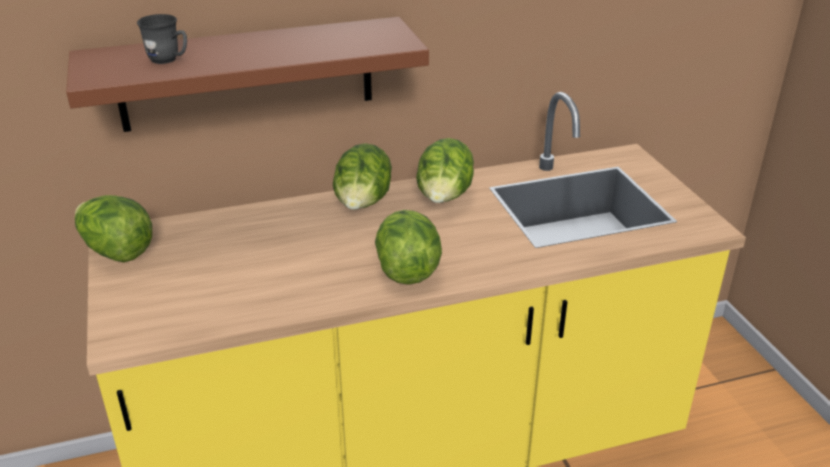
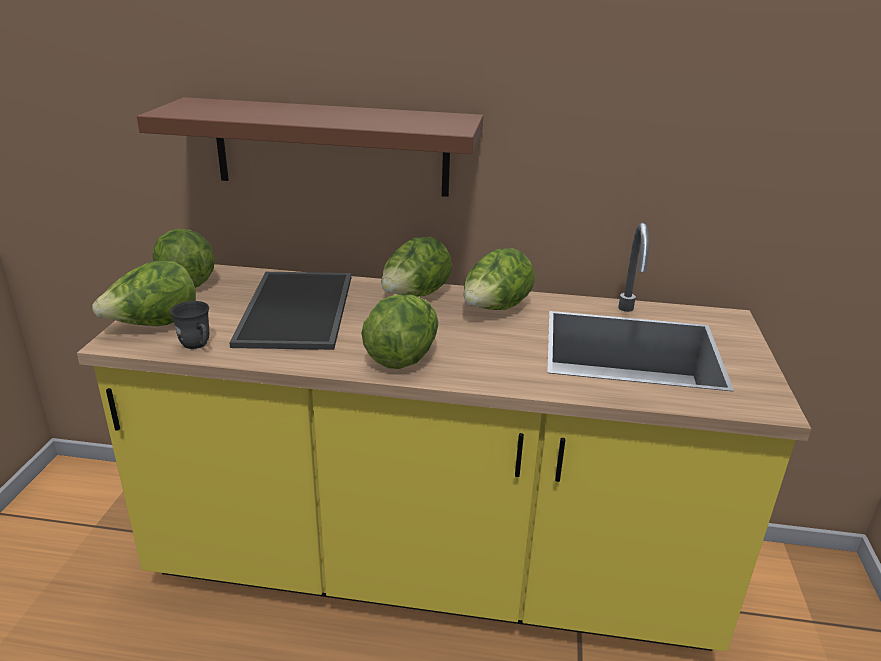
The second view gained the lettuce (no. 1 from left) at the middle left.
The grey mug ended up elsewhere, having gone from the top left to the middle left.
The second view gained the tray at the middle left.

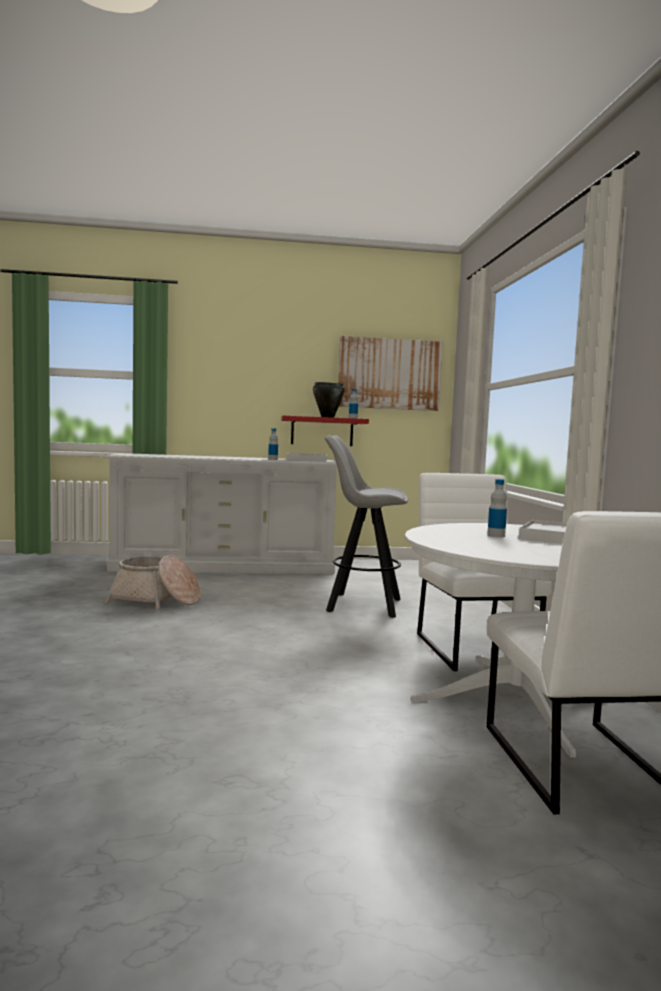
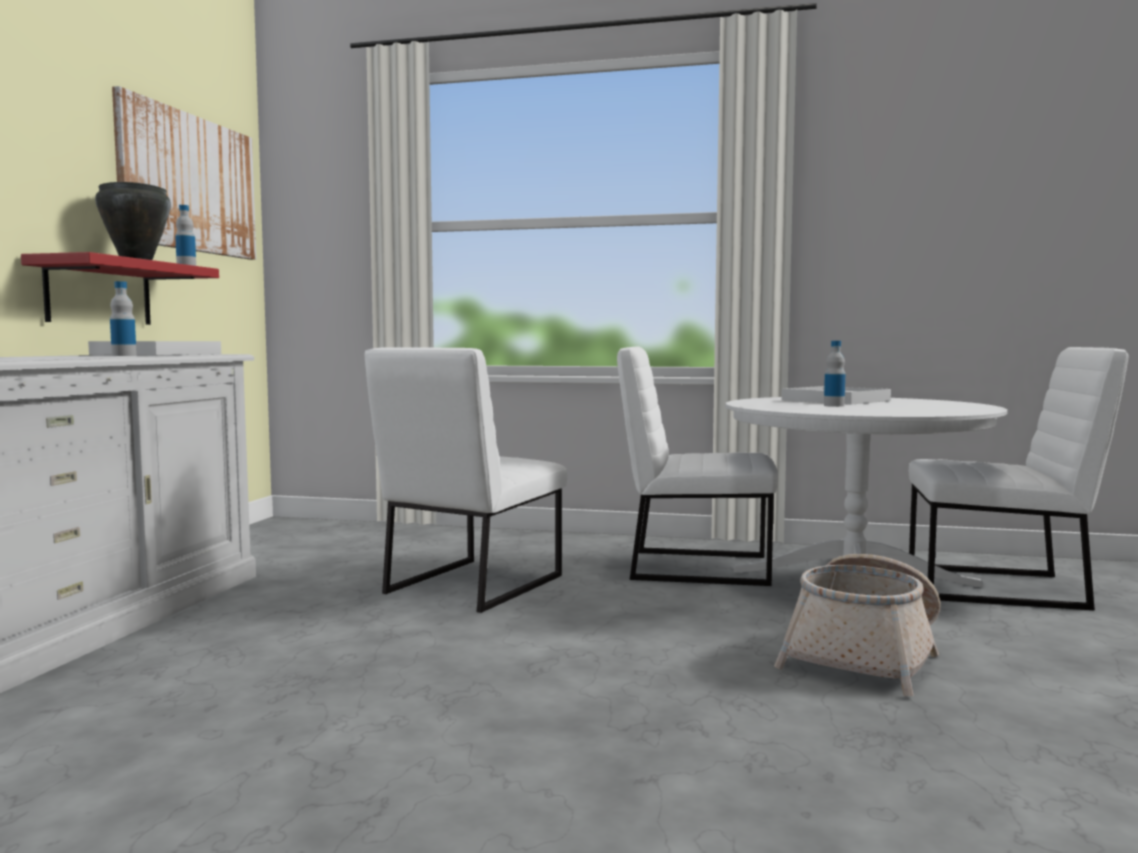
Where the grey stool stood at the centre, the white chair (no. 1 from left) came to stand at the centre.
The basket ended up elsewhere, having gone from the middle left to the bottom right.

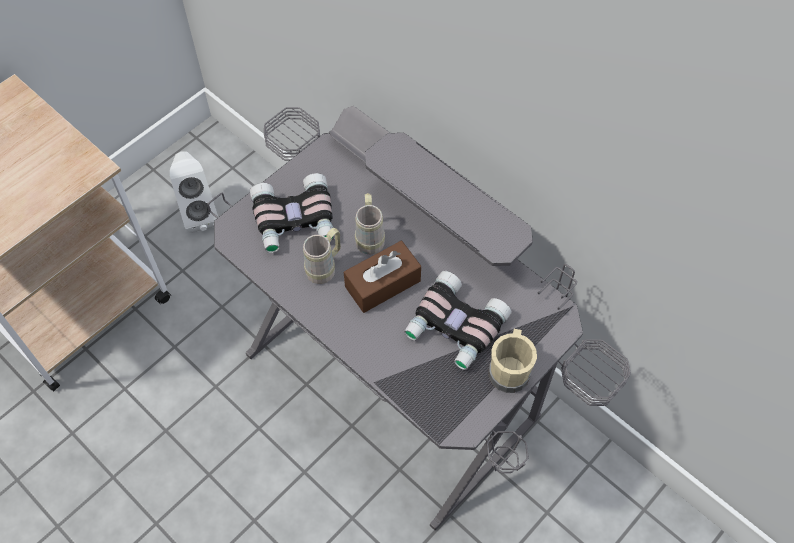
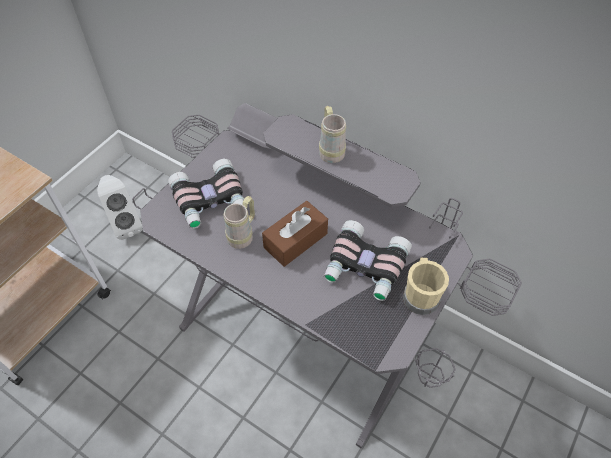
The beige mug (no. 2 from left) ended up elsewhere, having gone from the centre to the top centre.

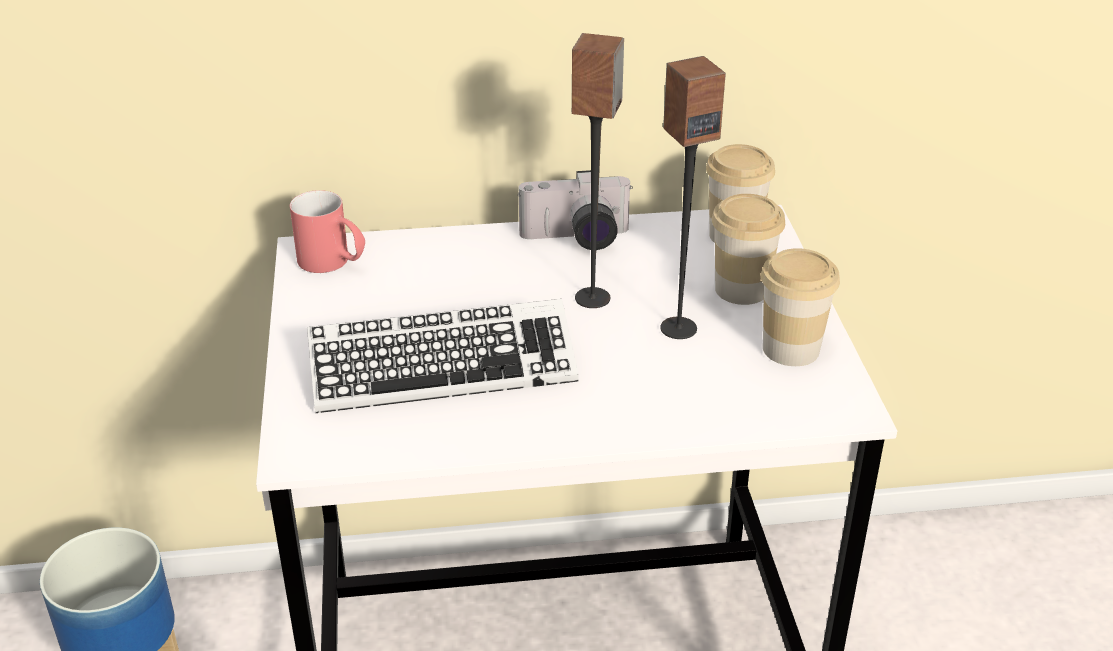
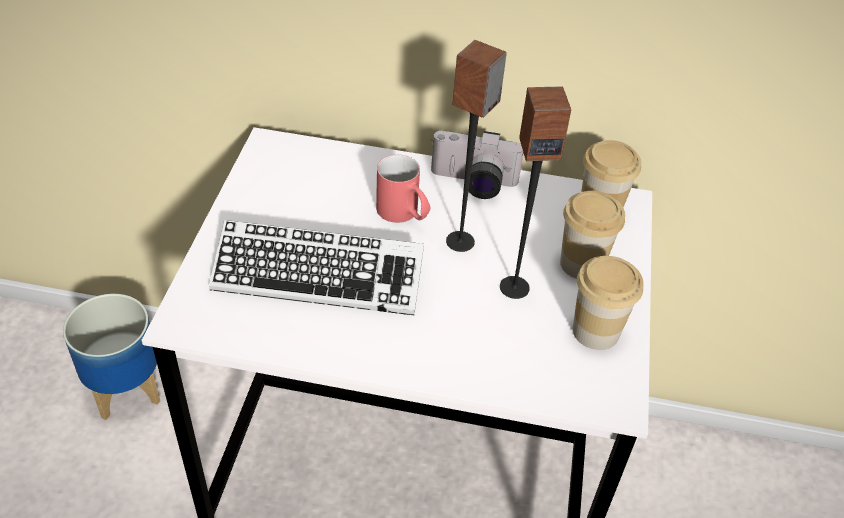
The red mug ended up elsewhere, having gone from the middle left to the centre.

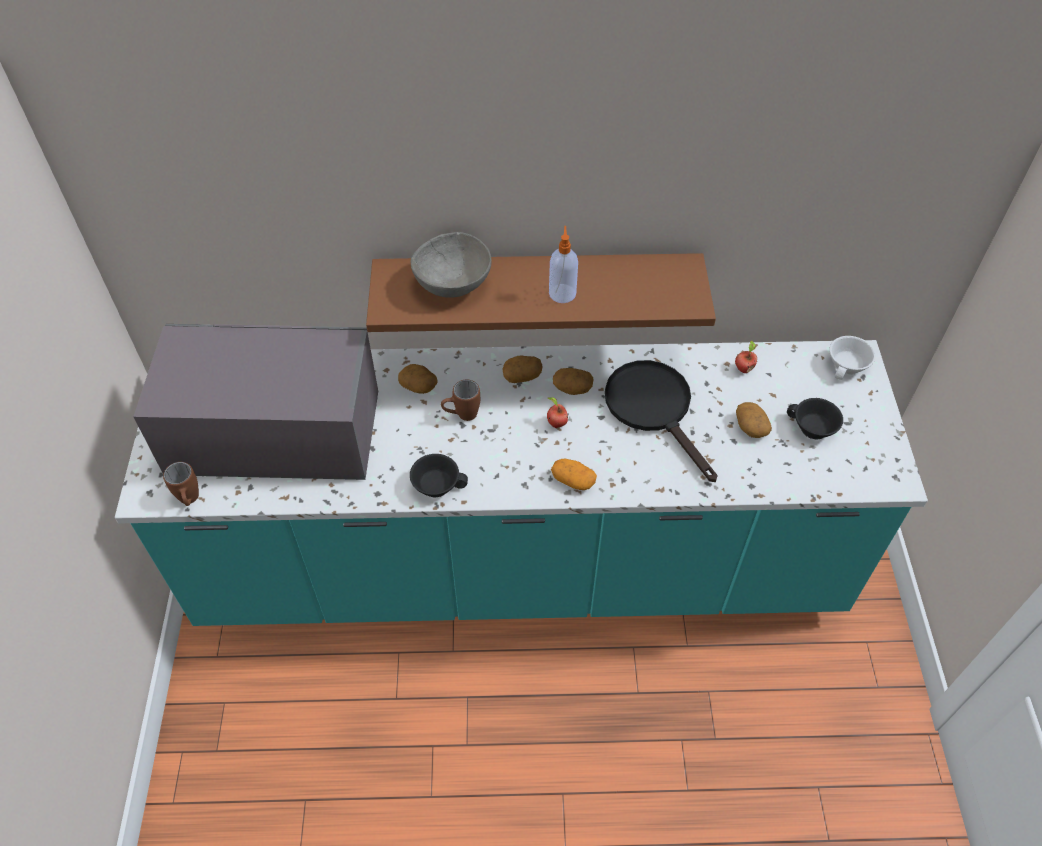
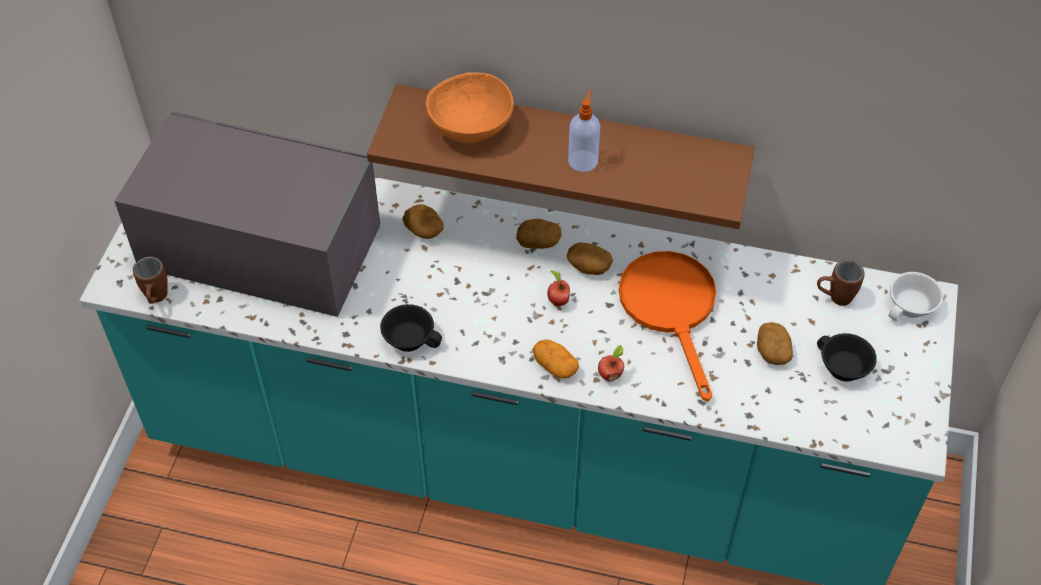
What was the grey bowl at the top centre turned into the orange bowl at the top centre.
The apple (no. 2 from left) ended up elsewhere, having gone from the middle right to the centre.
What was the black frying pan at the centre turned into the orange frying pan at the centre.
The brown mug (no. 2 from left) ended up elsewhere, having gone from the centre to the middle right.

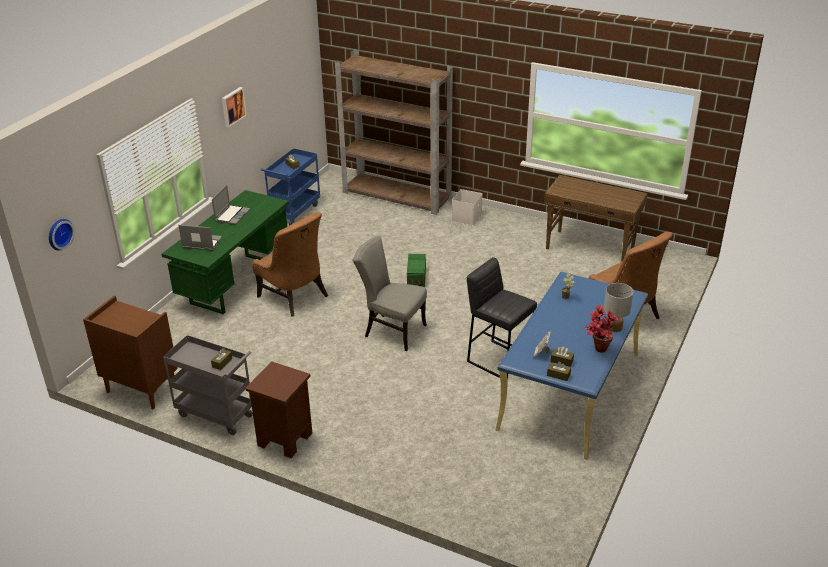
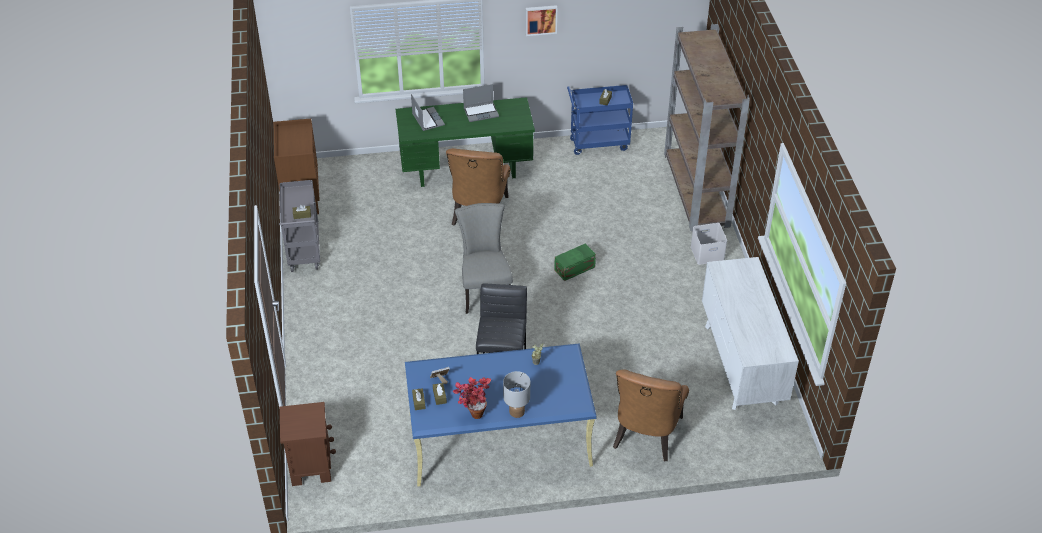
The brown nightstand ended up elsewhere, having gone from the bottom centre to the bottom left.
Where the brown console table stood at the middle right, the white dresser came to stand at the middle right.
The second view lost the wall clock at the middle left.

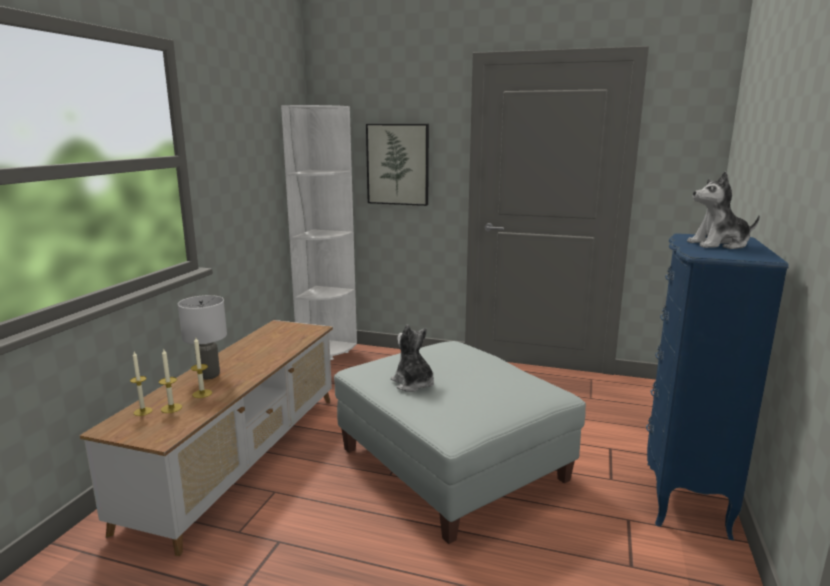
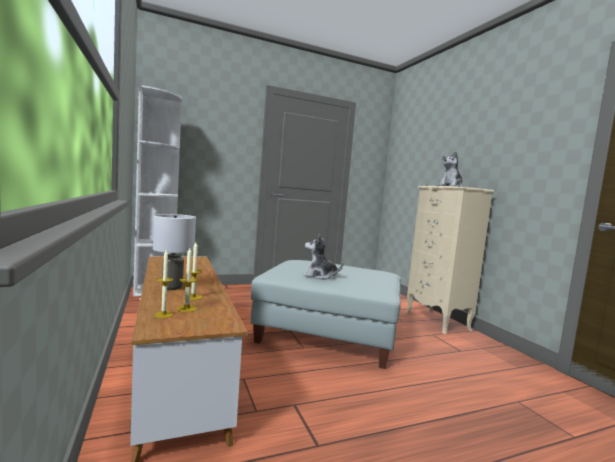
What was the blue dresser at the middle right turned into the beige dresser at the middle right.
The second view lost the picture at the top centre.

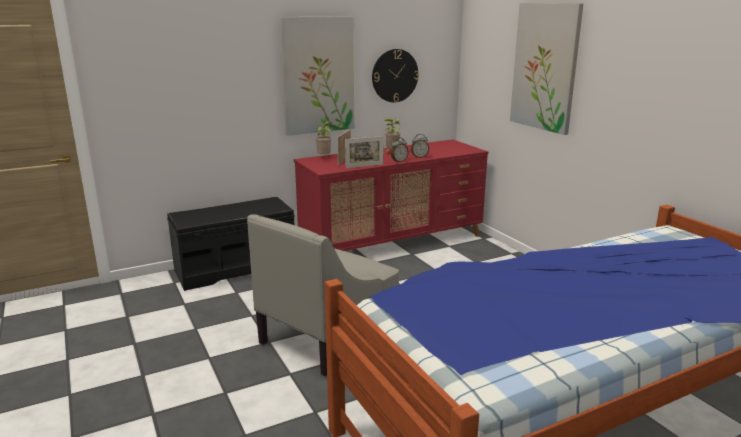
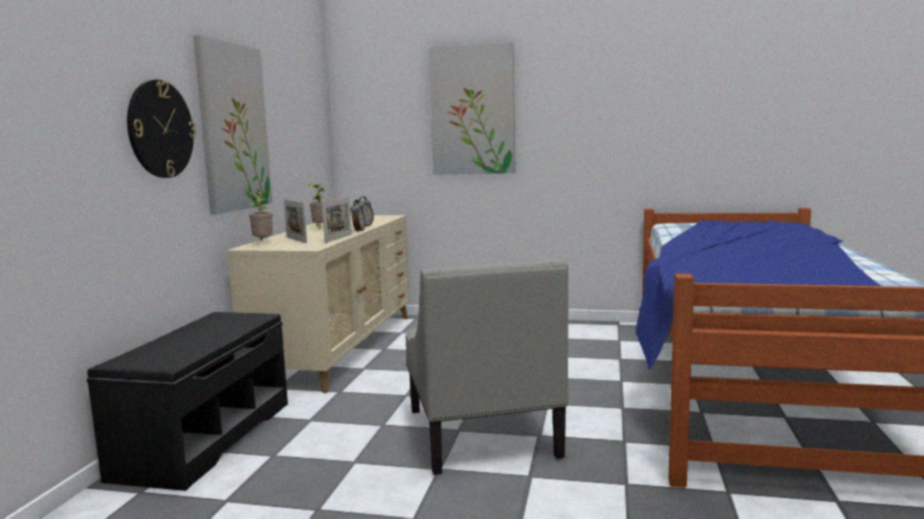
The wall clock ended up elsewhere, having gone from the top centre to the top left.
What was the red dresser at the centre turned into the beige dresser at the centre.

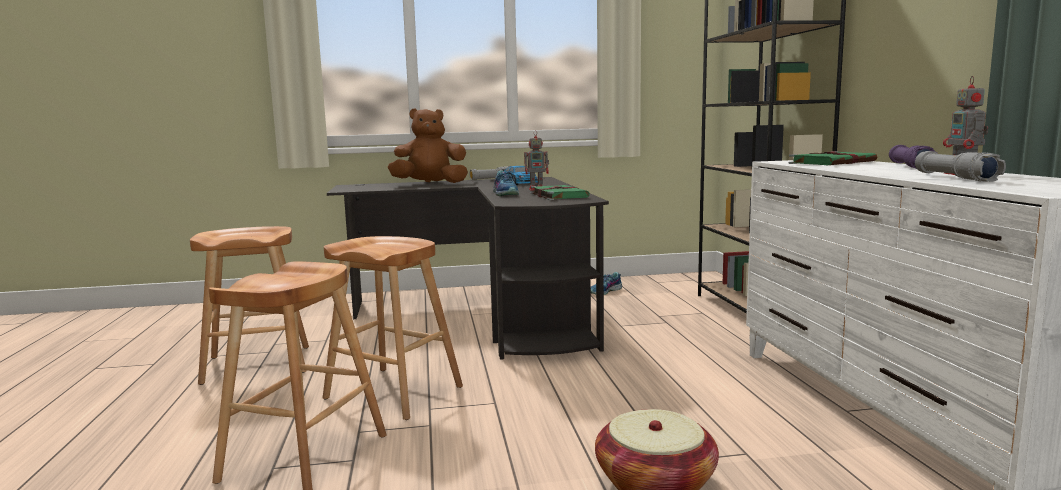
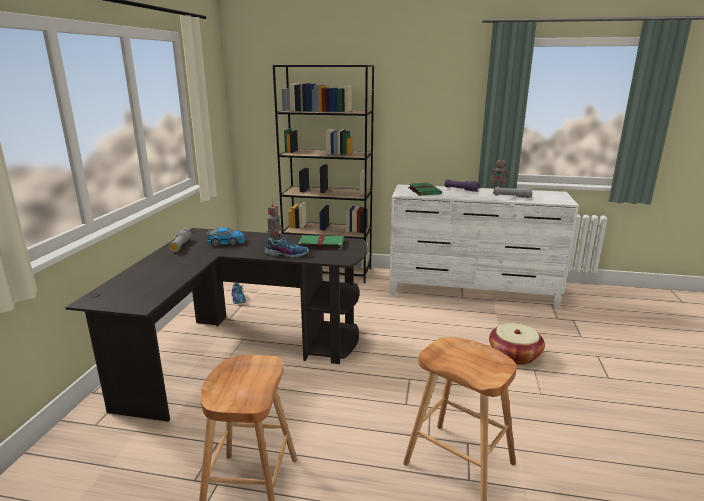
The second view lost the brown stool (no. 3 from left) at the bottom centre.
The second view lost the brown plush toy at the top centre.

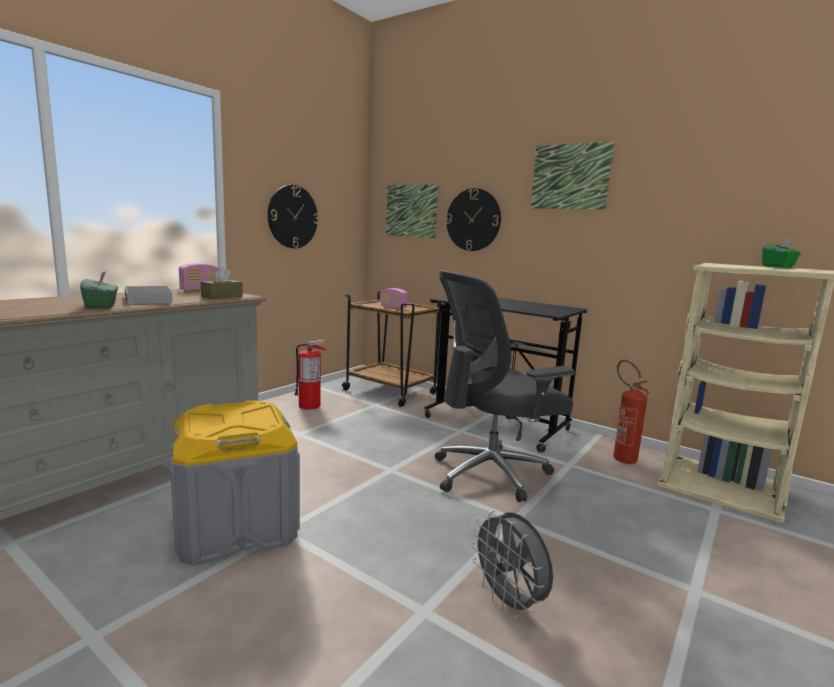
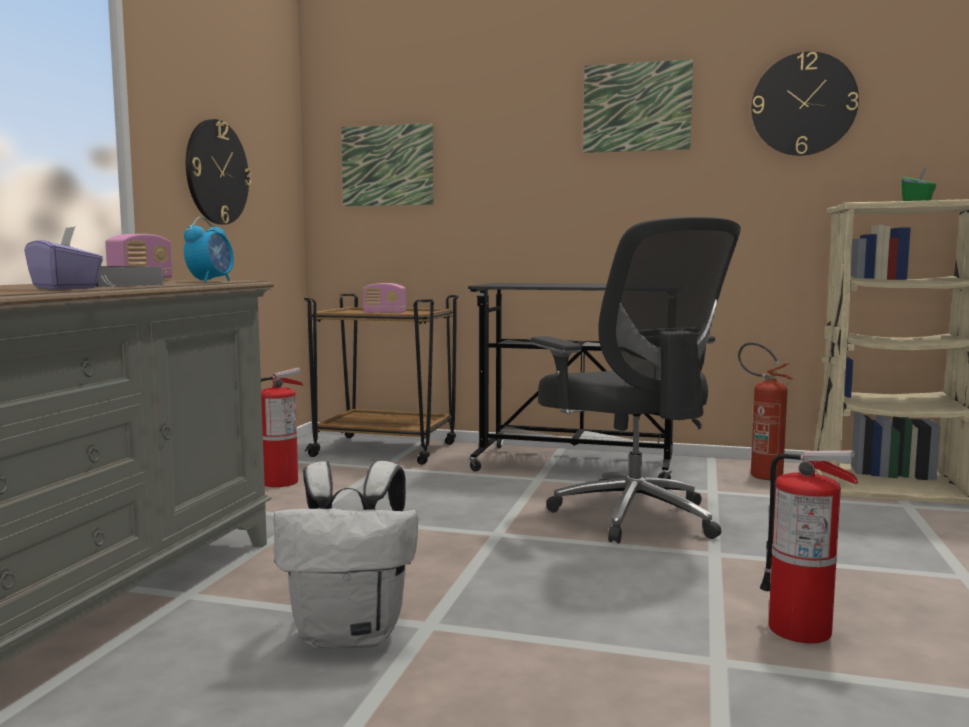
What was the green tissue box (no. 1 from left) at the middle left turned into the purple tissue box at the middle left.
Where the brown tissue box stood at the middle left, the alarm clock came to stand at the middle left.
Where the grey storage box stood at the bottom left, the white backpack came to stand at the bottom centre.
The office chair at the centre ended up facing another way, 75 degrees counterclockwise from before.
The wall clock (no. 2 from left) ended up elsewhere, having gone from the top centre to the top right.
Where the grey fan stood at the bottom centre, the fire extinguisher (no. 3 from left) came to stand at the bottom right.

